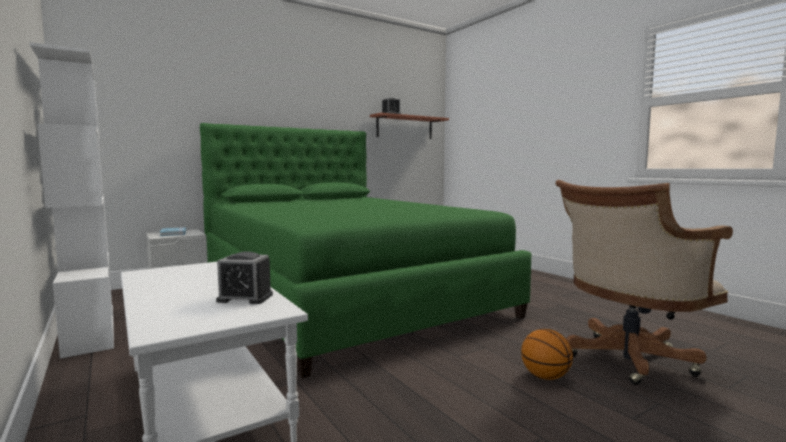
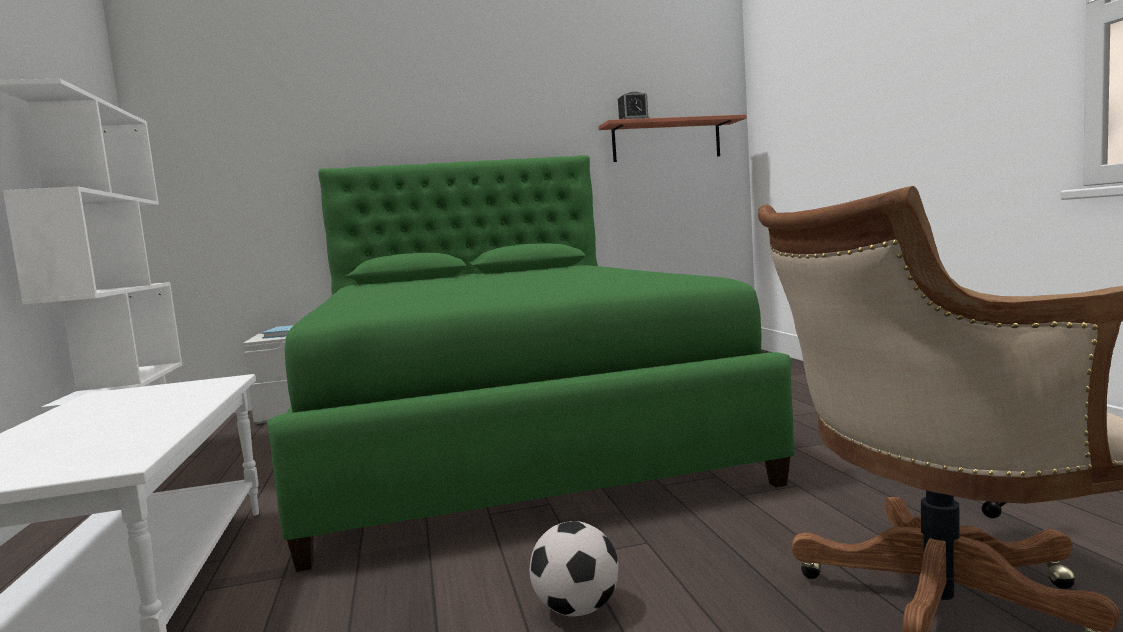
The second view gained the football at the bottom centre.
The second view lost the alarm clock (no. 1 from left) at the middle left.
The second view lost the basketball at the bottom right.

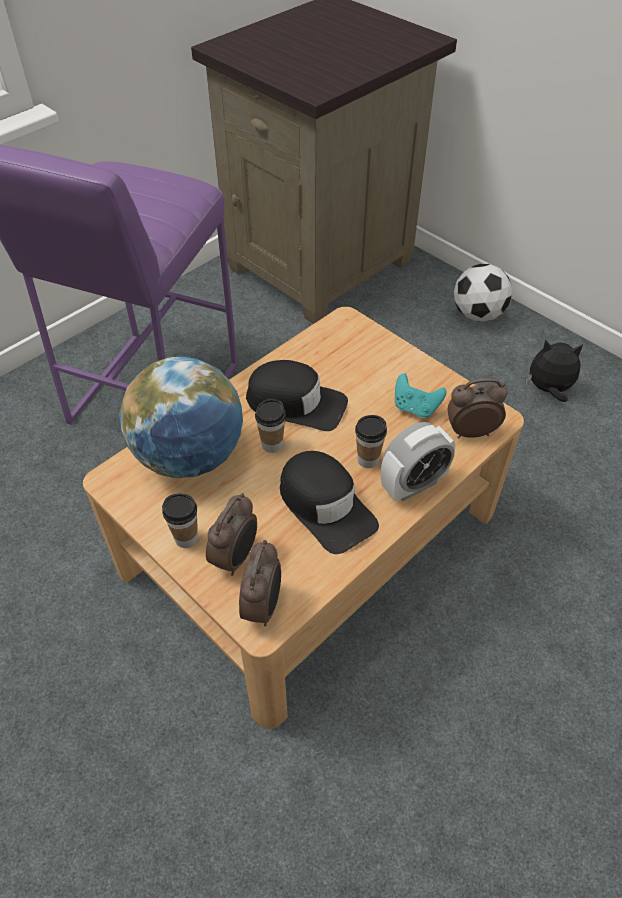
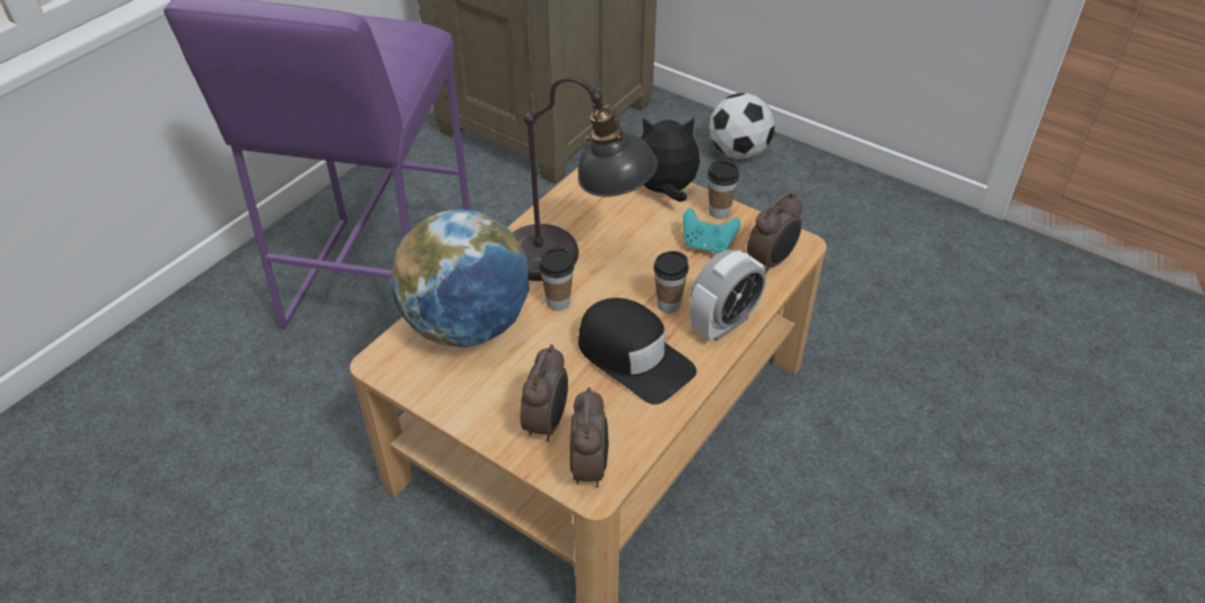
Where the black cap (no. 1 from left) stood at the centre, the grey table lamp came to stand at the top centre.
The plush toy ended up elsewhere, having gone from the middle right to the top centre.
The cup (no. 1 from left in the first image) ended up elsewhere, having gone from the middle left to the top centre.
The alarm clock (no. 4 from left) at the middle right ended up facing another way, 150 degrees clockwise from before.

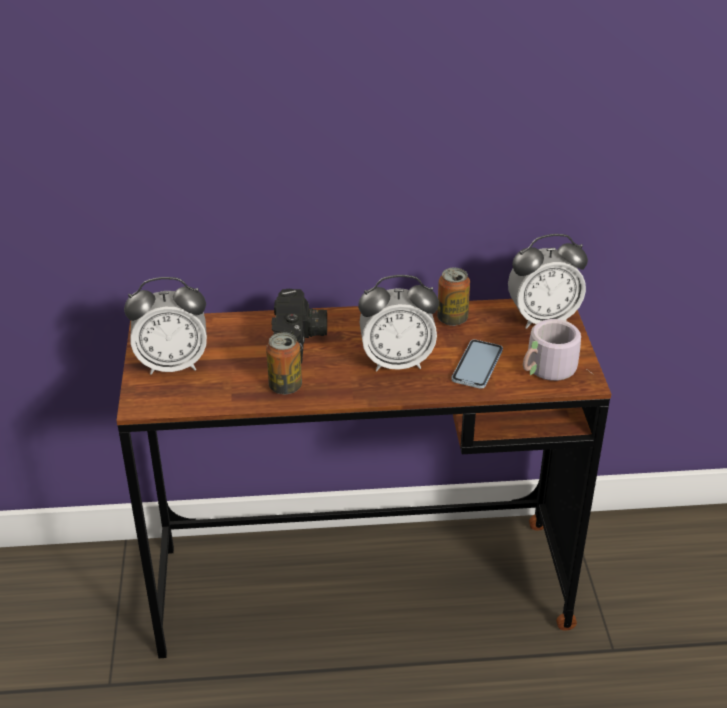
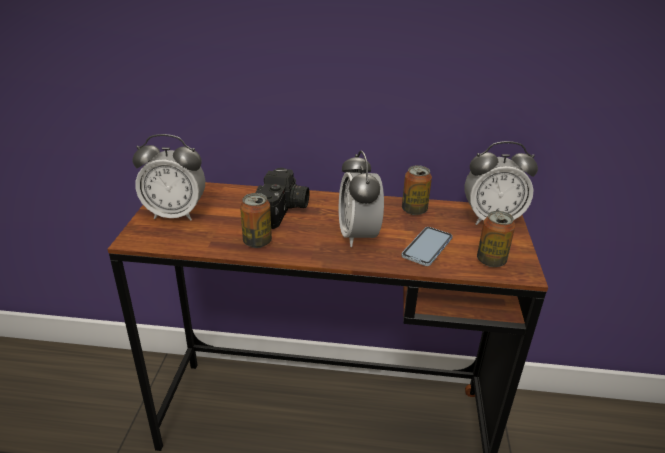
The alarm clock (no. 2 from left) at the centre ended up facing another way, 75 degrees clockwise from before.
Where the grey mug stood at the middle right, the can (no. 3 from left) came to stand at the middle right.

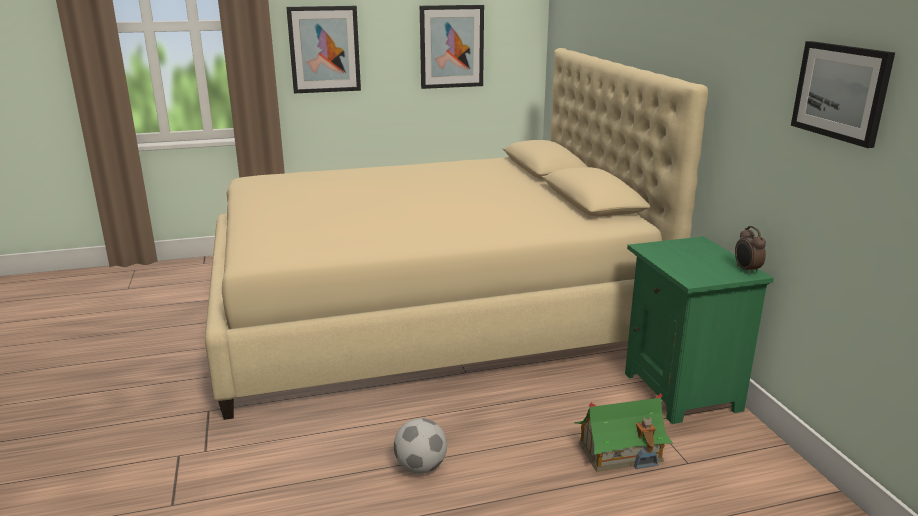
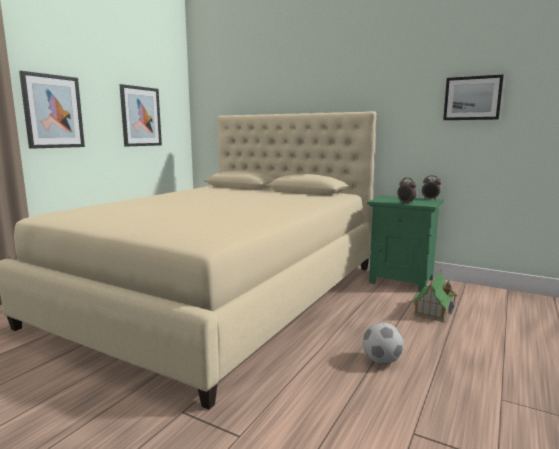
The second view gained the alarm clock (no. 1 from left) at the middle right.

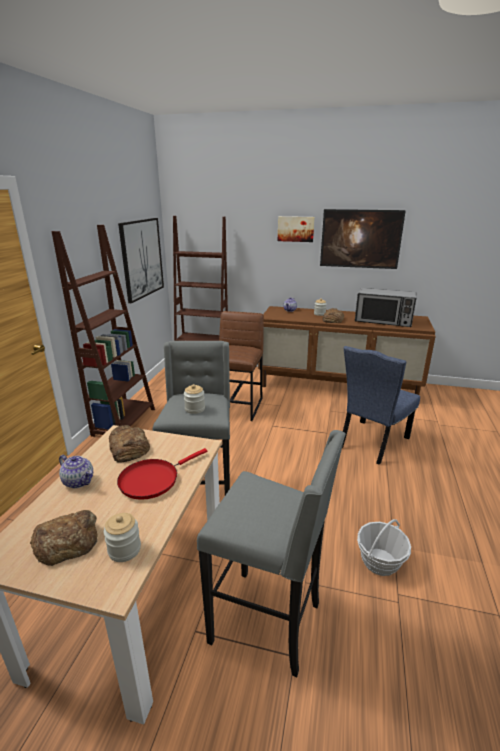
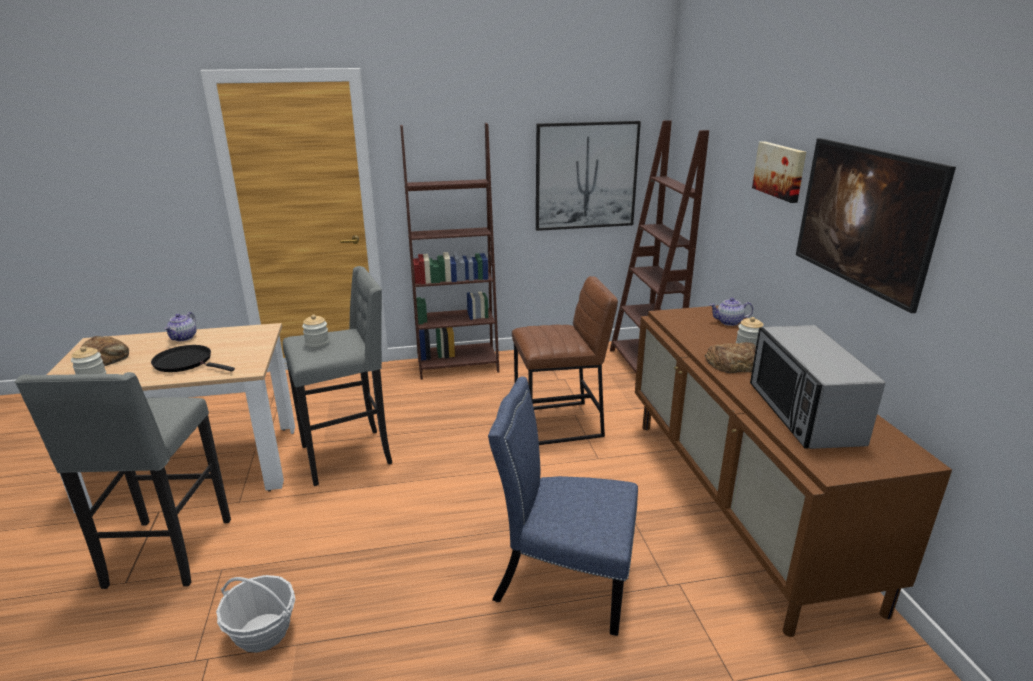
What was the red frying pan at the middle left turned into the black frying pan at the middle left.
The second view lost the bread (no. 2 from left) at the middle left.

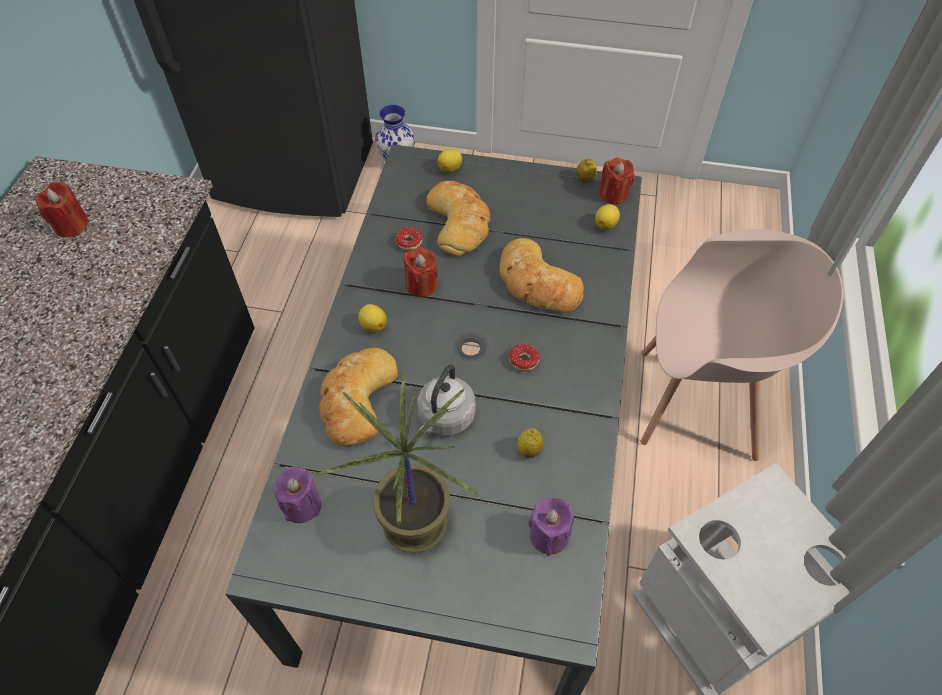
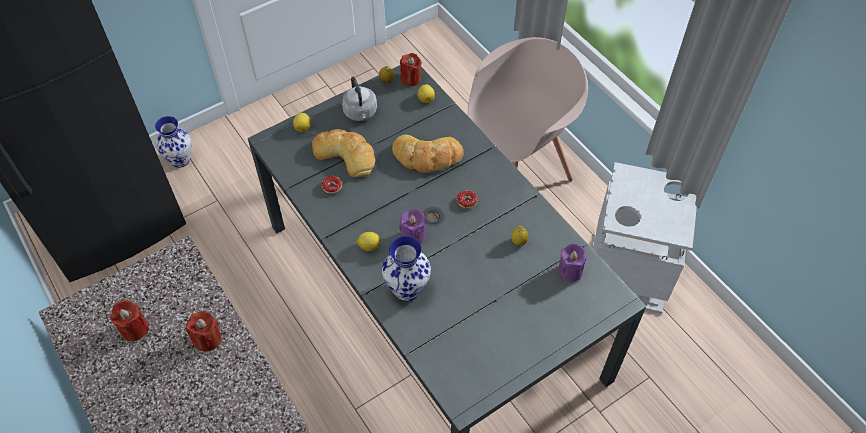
The red candle (no. 2 from left) ended up elsewhere, having gone from the centre to the bottom left.
The grey kettle ended up elsewhere, having gone from the centre to the top centre.
Where the bread (no. 1 from left) stood at the centre, the vase (no. 2 from left) came to stand at the centre.
The purple candle (no. 1 from left) ended up elsewhere, having gone from the bottom left to the centre.
The second view lost the potted plant at the centre.

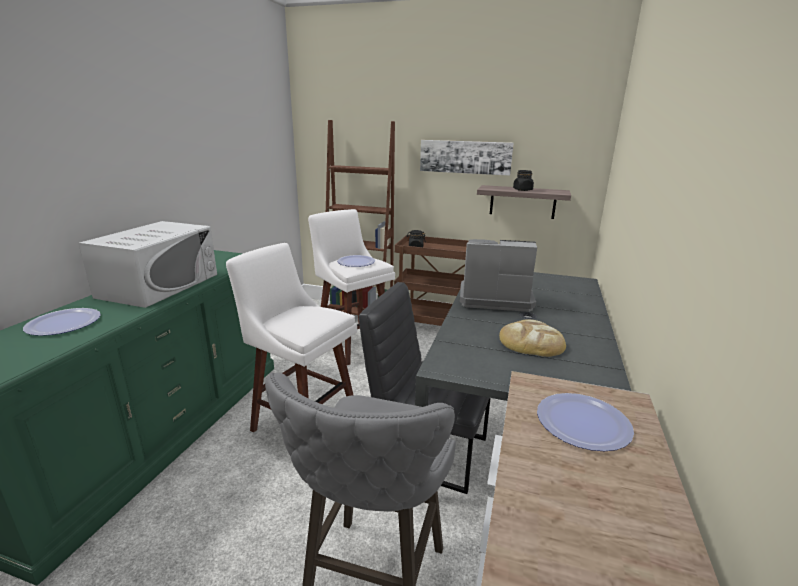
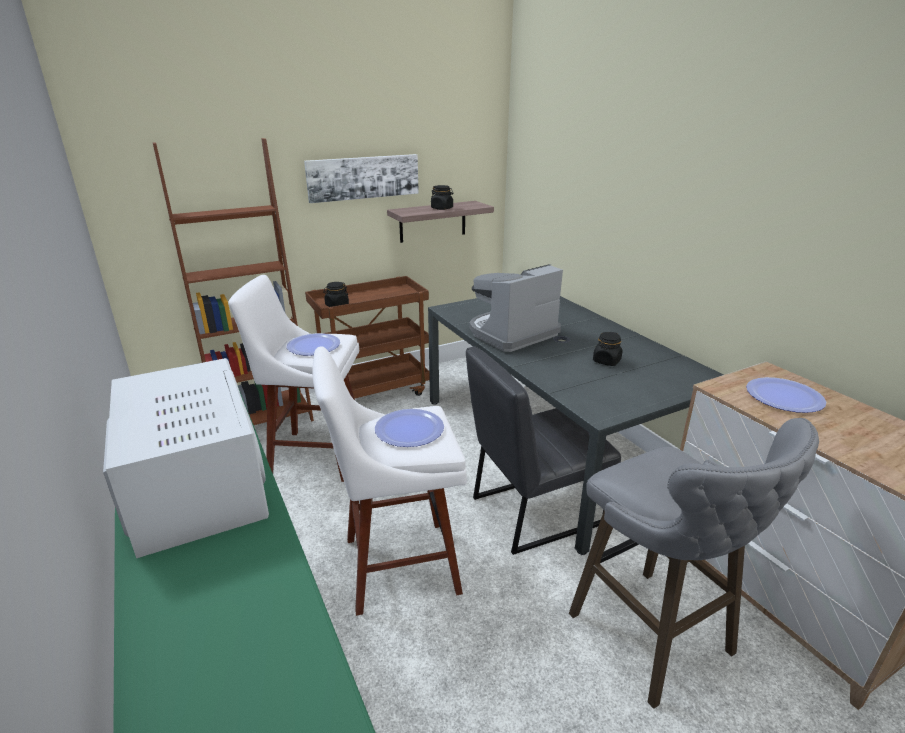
The plate (no. 1 from left in the first image) ended up elsewhere, having gone from the middle left to the centre.
Where the bread stood at the middle right, the black jar (no. 3 from left) came to stand at the middle right.

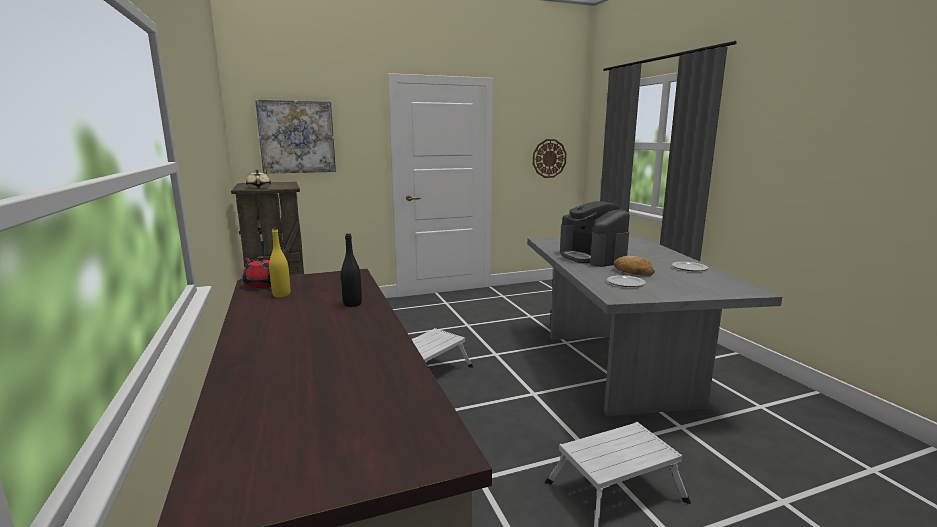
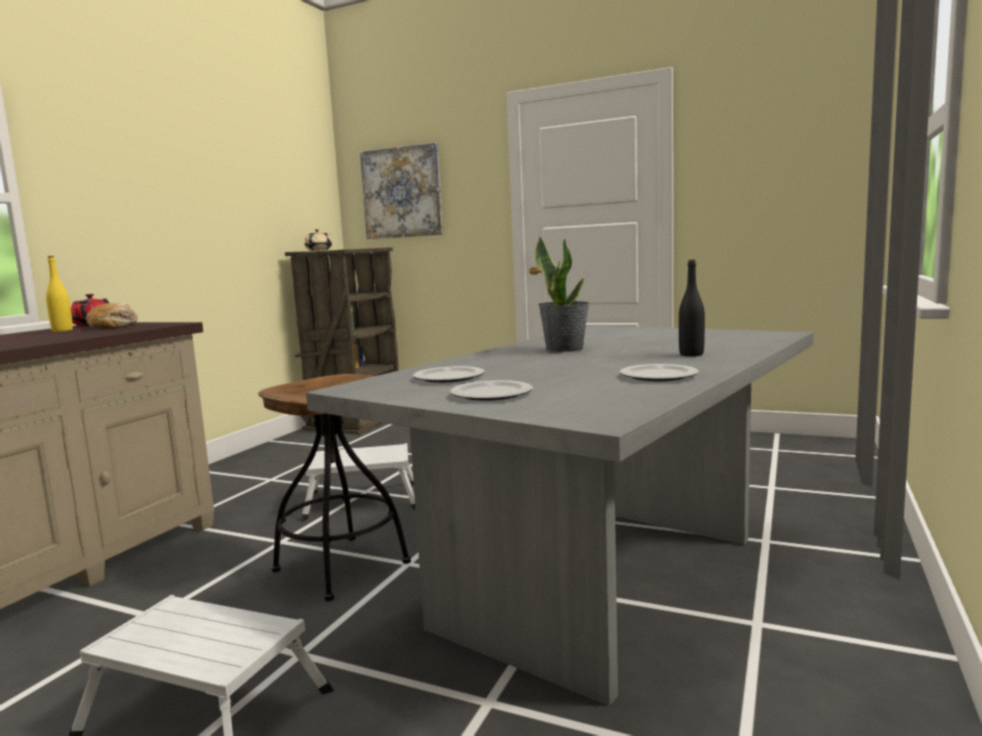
The bread ended up elsewhere, having gone from the middle right to the middle left.
The second view gained the brown stool at the centre.
The second view gained the plate (no. 2 from left) at the centre.
Where the coffee machine stood at the centre, the potted plant came to stand at the centre.
The black bottle ended up elsewhere, having gone from the centre to the middle right.
The second view lost the wall clock at the top centre.

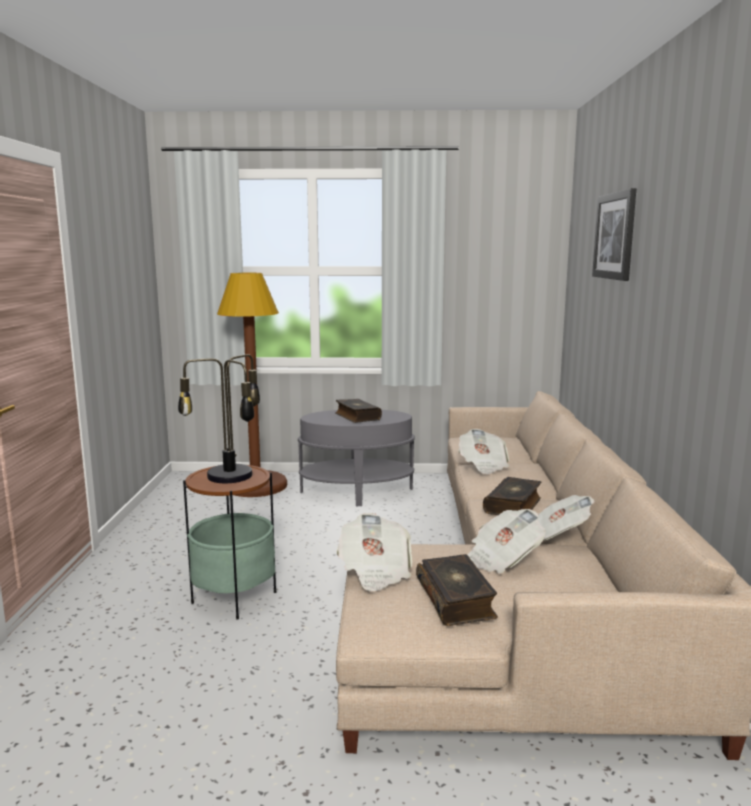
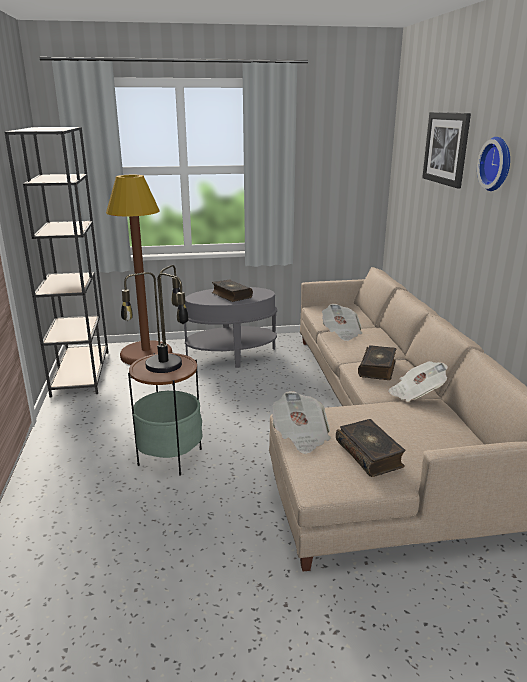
The second view gained the bookcase at the middle left.
The second view gained the wall clock at the top right.
The second view lost the newspaper (no. 3 from left) at the bottom right.

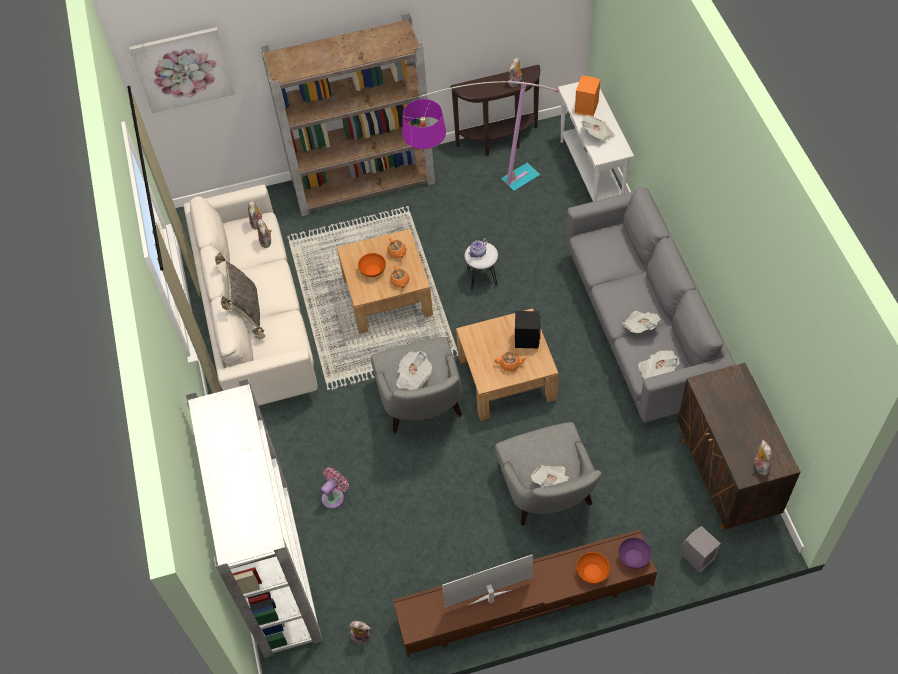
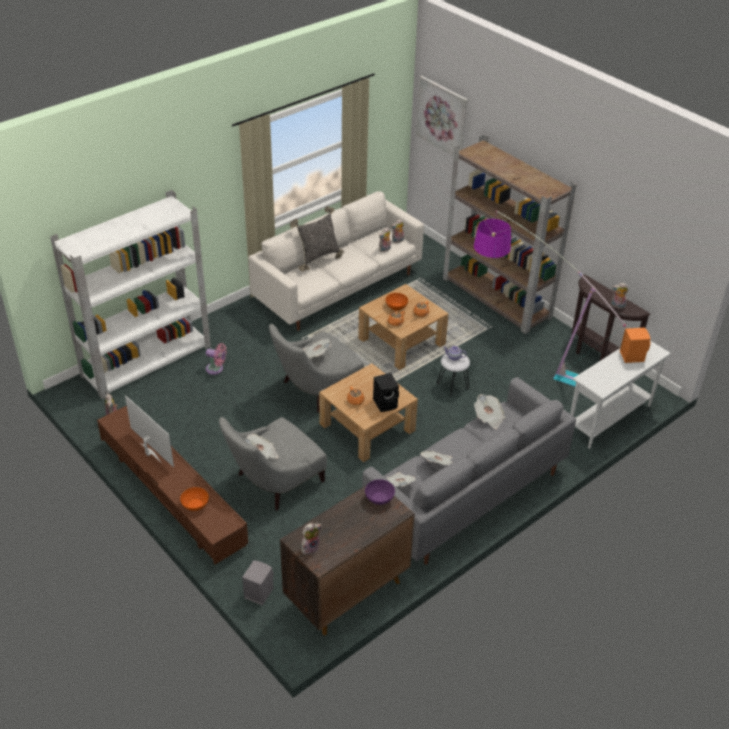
The purple bowl ended up elsewhere, having gone from the bottom right to the bottom centre.
The newspaper (no. 3 from left in the first image) ended up elsewhere, having gone from the top centre to the middle right.

